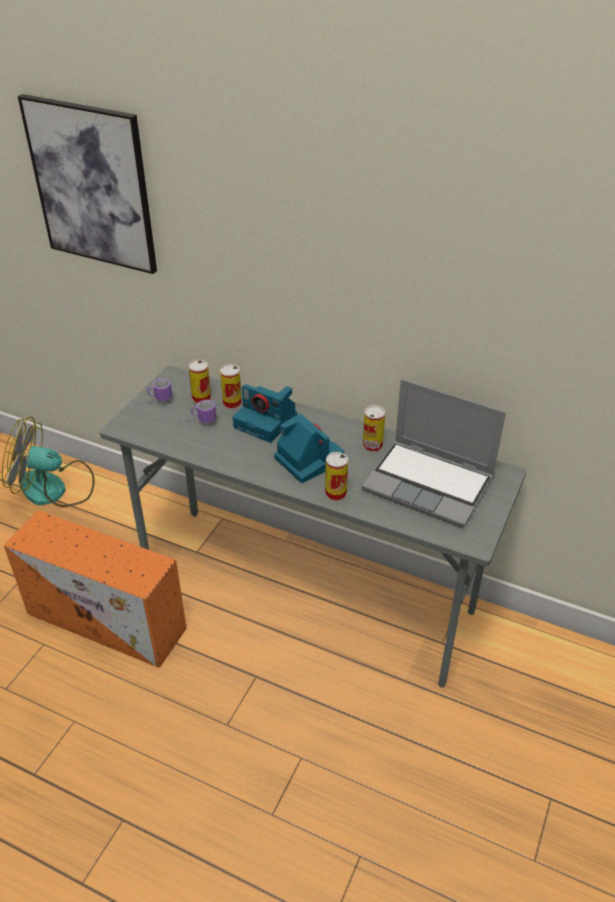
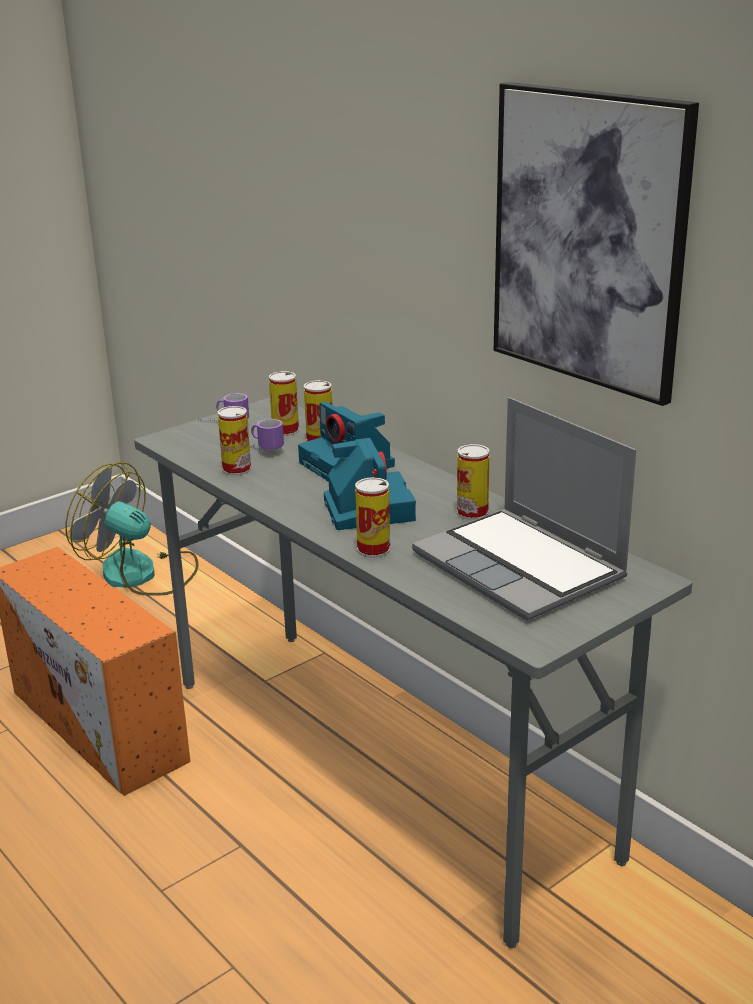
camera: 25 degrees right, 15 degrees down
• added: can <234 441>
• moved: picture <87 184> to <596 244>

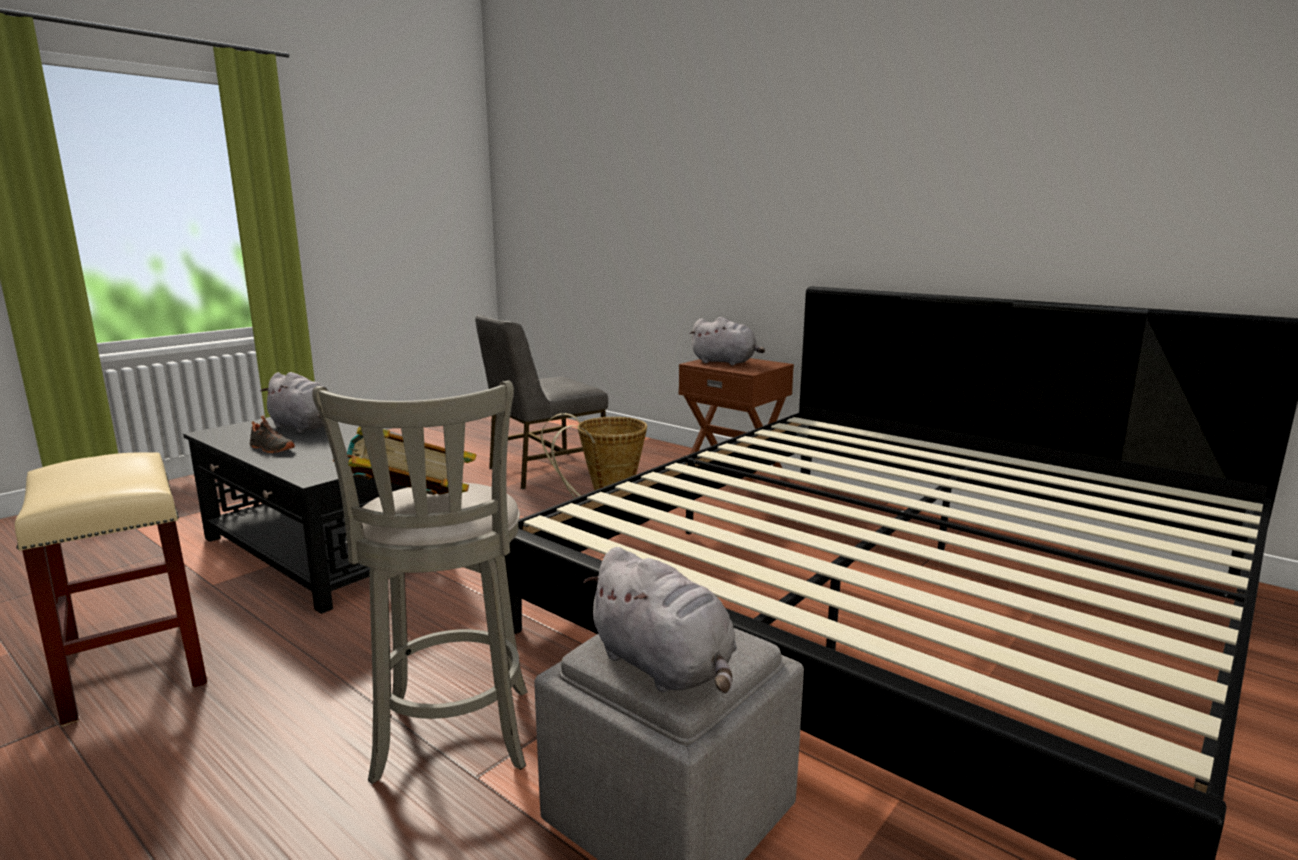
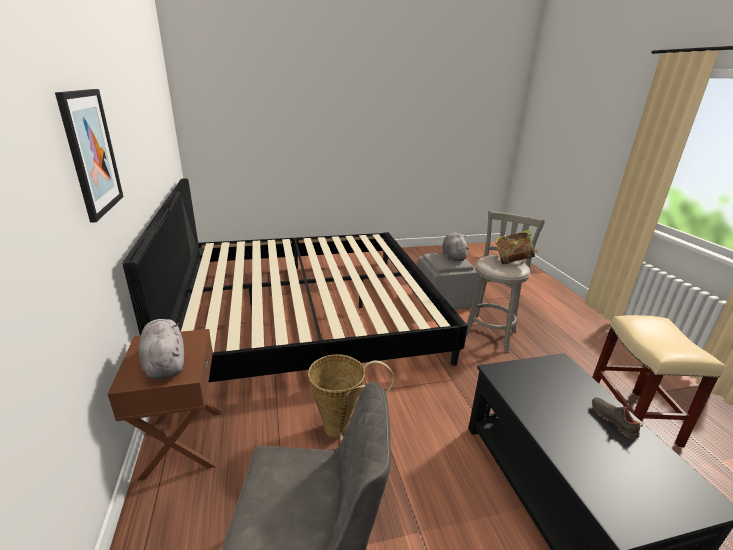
camera: 145 degrees left, 10 degrees up
• added: picture <89 156>
• removed: grey plush toy <294 402>

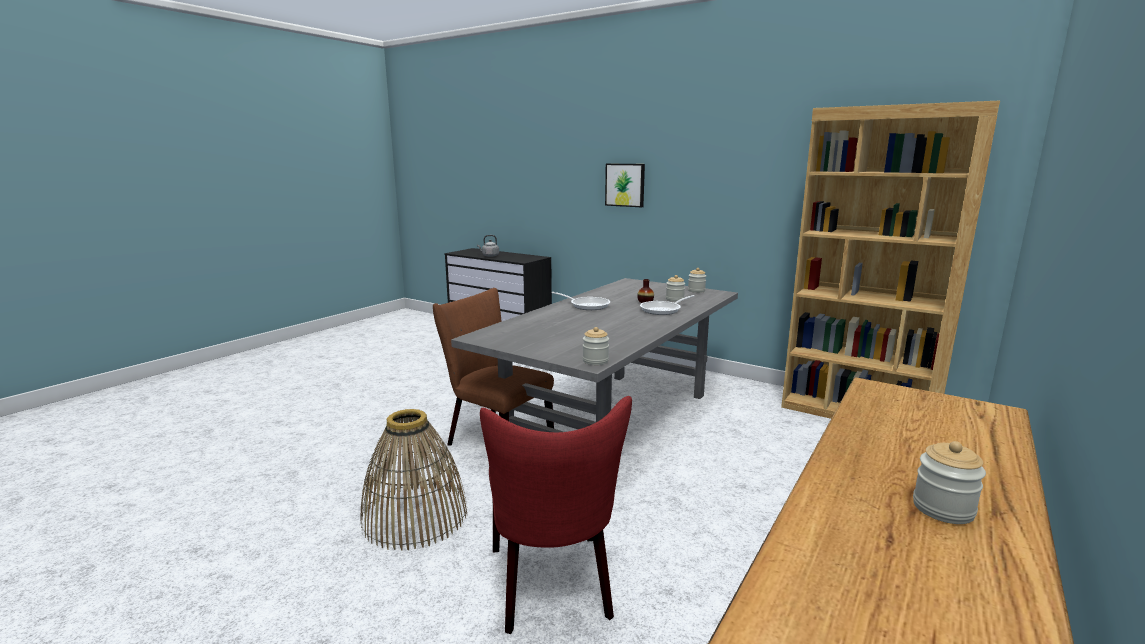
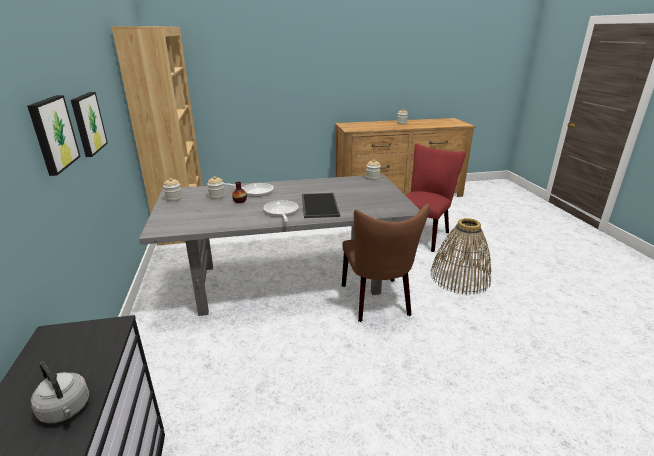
camera: 135 degrees left, 10 degrees up
• added: picture <89 124>
• added: tray <321 205>

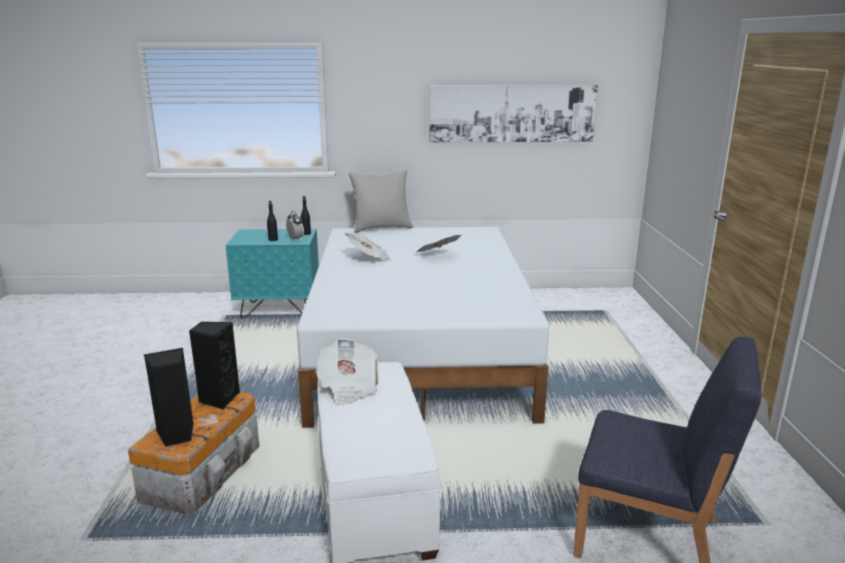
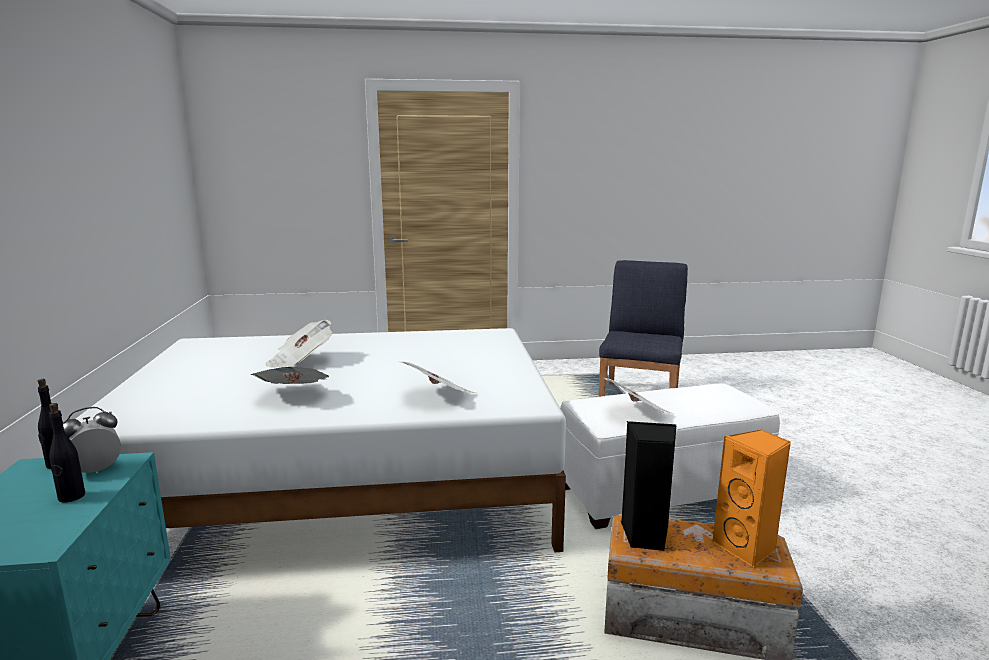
camera: 95 degrees left, 5 degrees down
• added: newspaper <439 377>
• recoloured: black speaker <169 397> to orange speaker <751 499>
• removed: grey pillow <381 201>
• removed: picture <513 113>

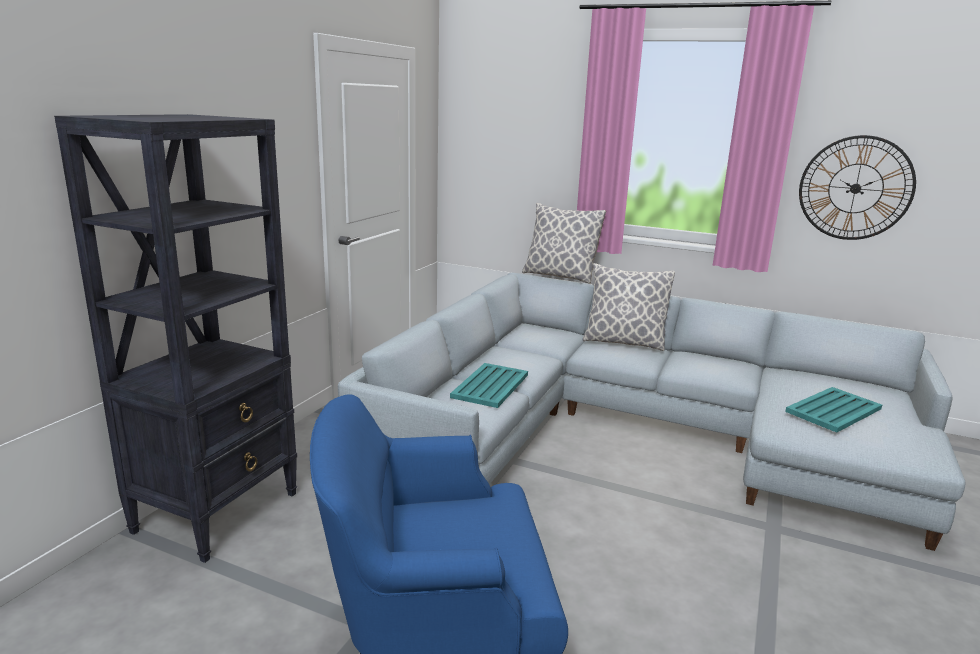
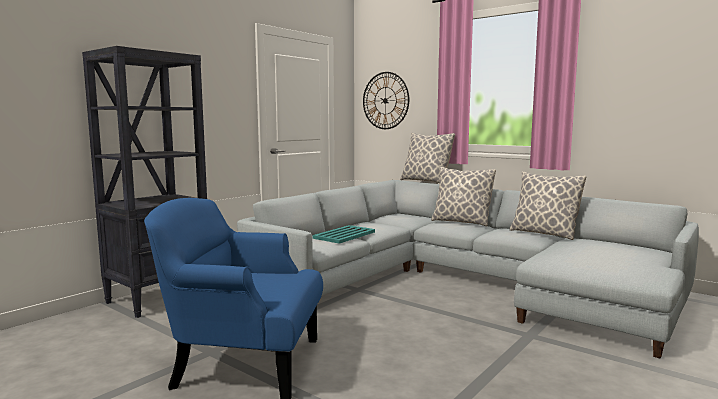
camera: 15 degrees right, 10 degrees down
• moved: wall clock <857 187> to <386 100>
• added: pillow <547 205>
• removed: turquoise tray <833 410>

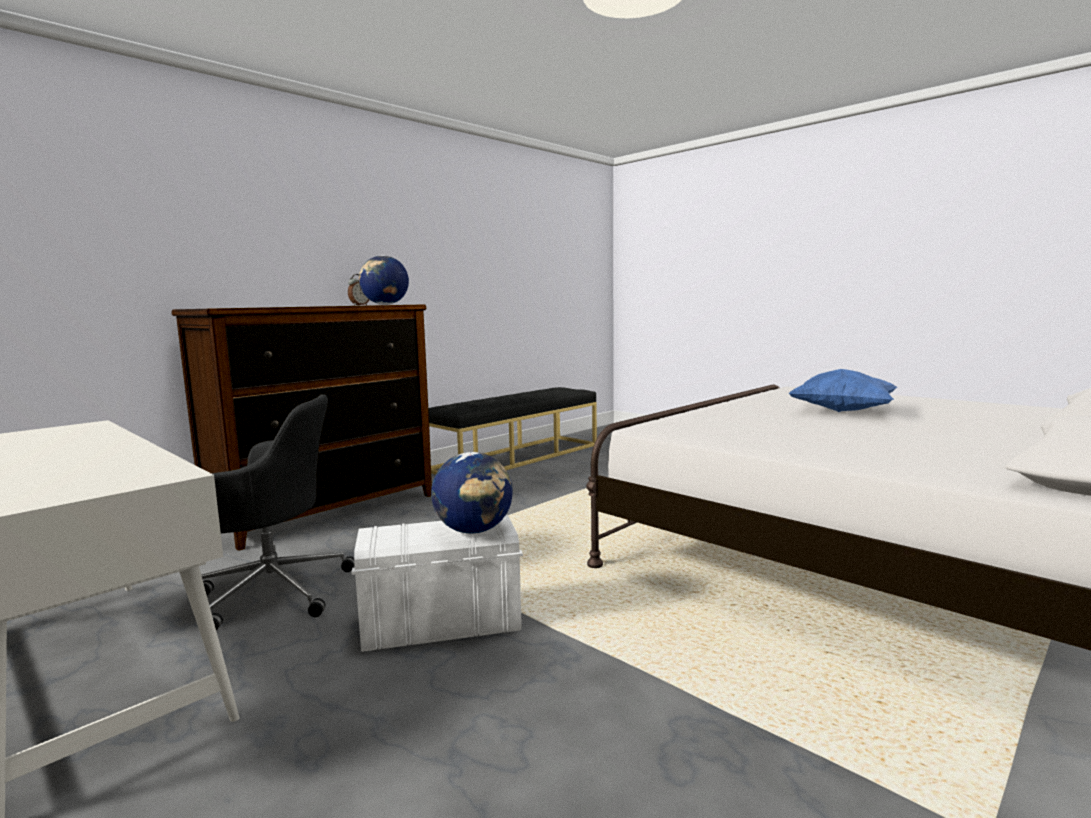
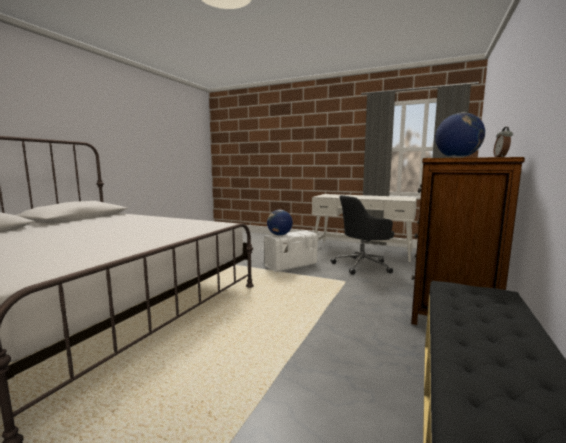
camera: 160 degrees right, 0 degrees up
• removed: blue pillow <843 390>

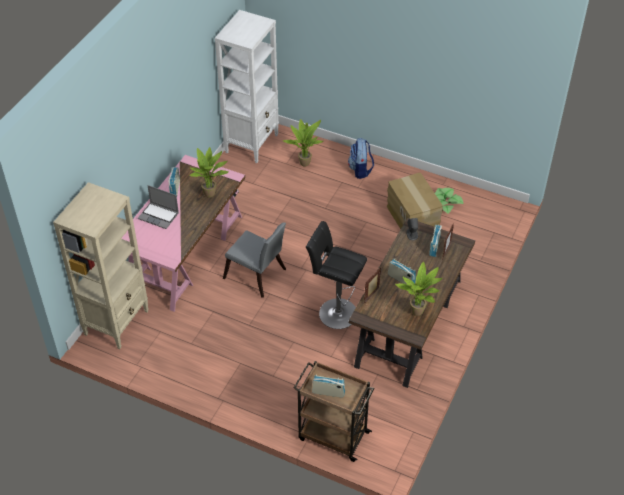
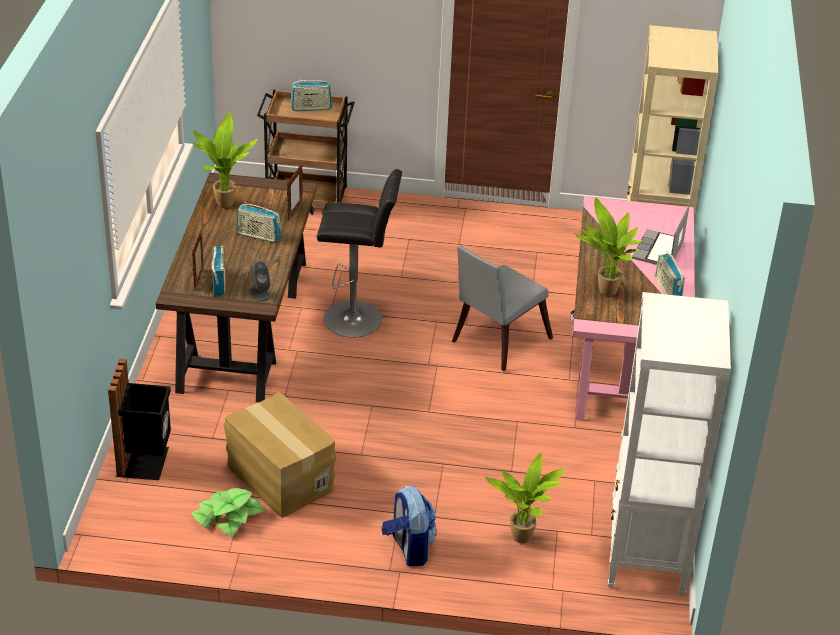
camera: 160 degrees right, 10 degrees down
• added: black trash can <139 419>
• turned: grey chair <254 260> = <502 308> 60 degrees counterclockwise
• turned: laptop <158 207> = <660 235> 75 degrees counterclockwise

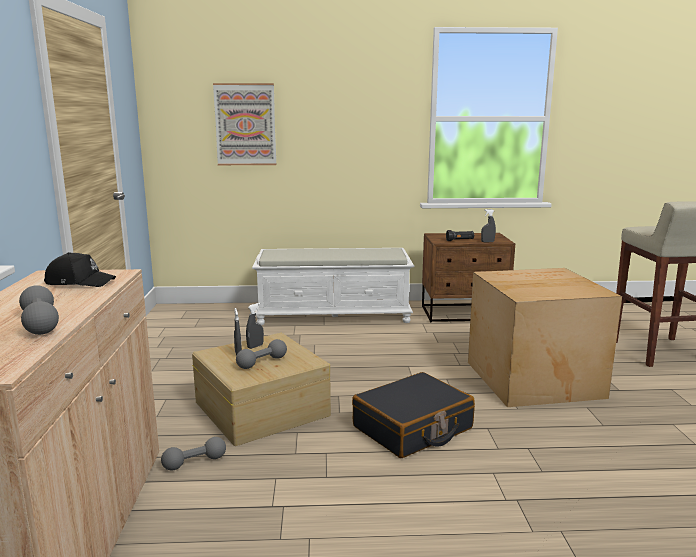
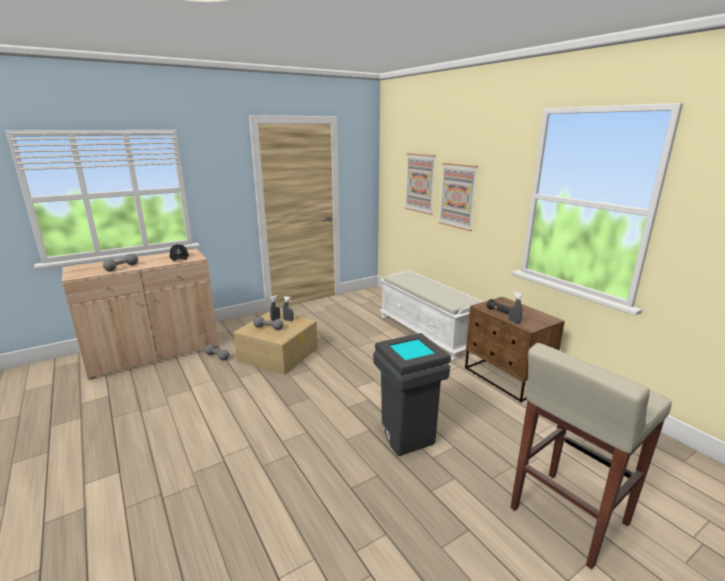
camera: 60 degrees right, 5 degrees up
• replaced: cardboard box <545 337> to grey trash can <412 394>
• added: picture <458 197>
• removed: black suitcase <413 415>

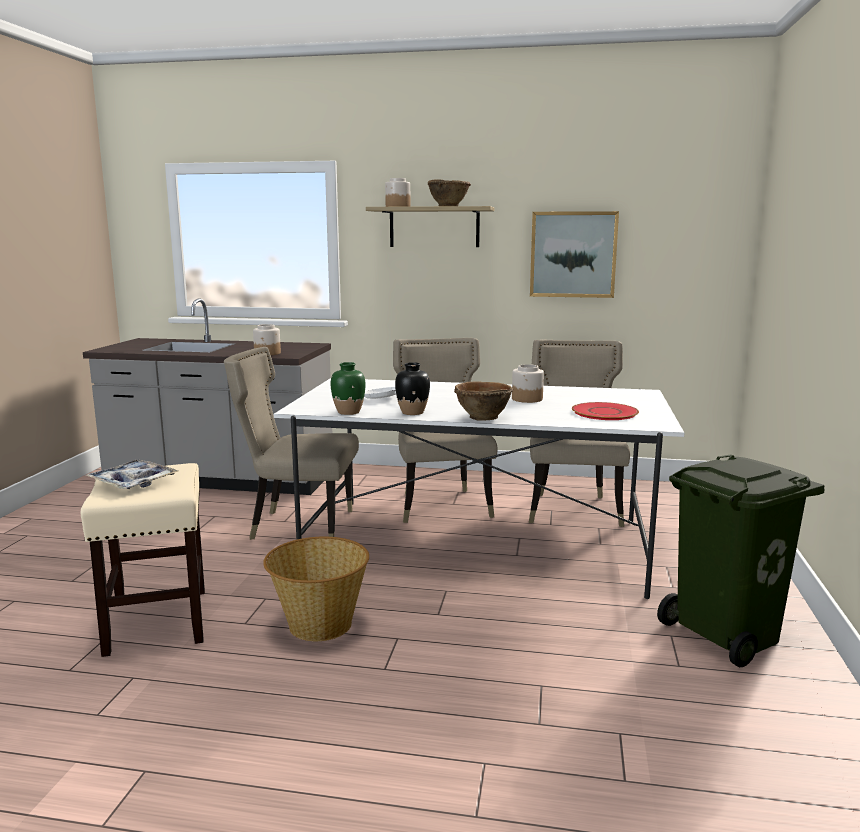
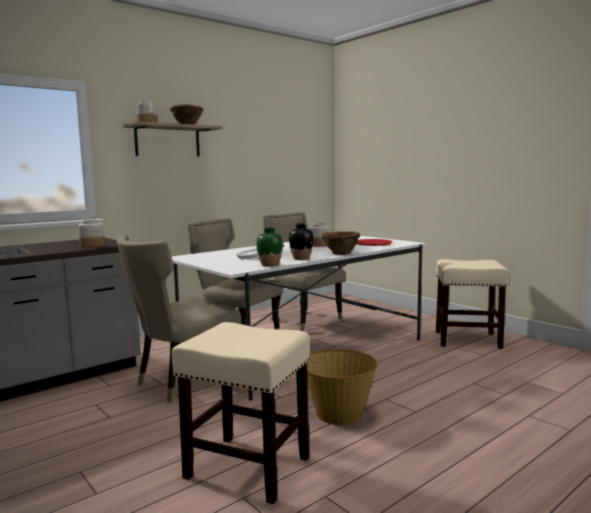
camera: 50 degrees left, 5 degrees down
• replaced: green trash can <741 561> to beige stool <472 304>
• removed: tray <131 474>
• removed: picture <574 254>

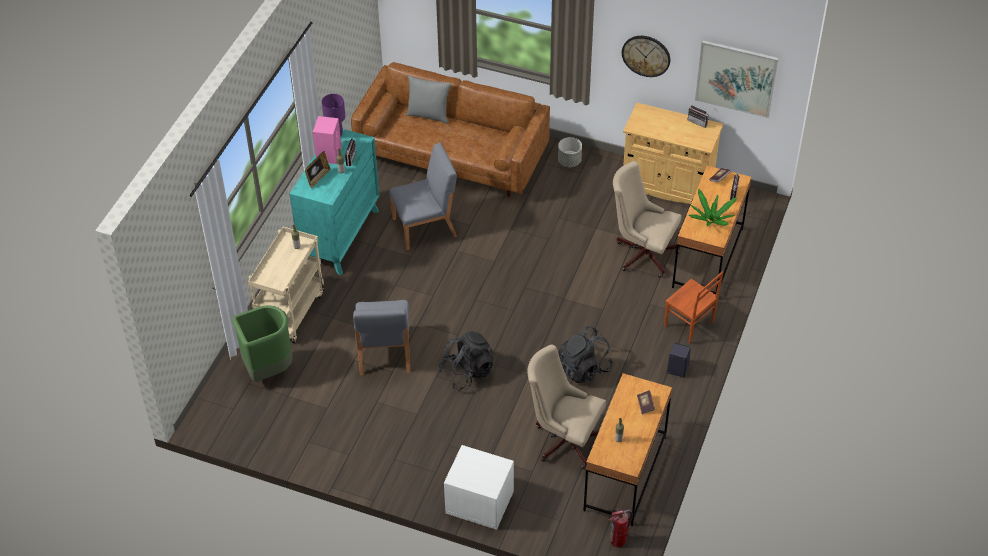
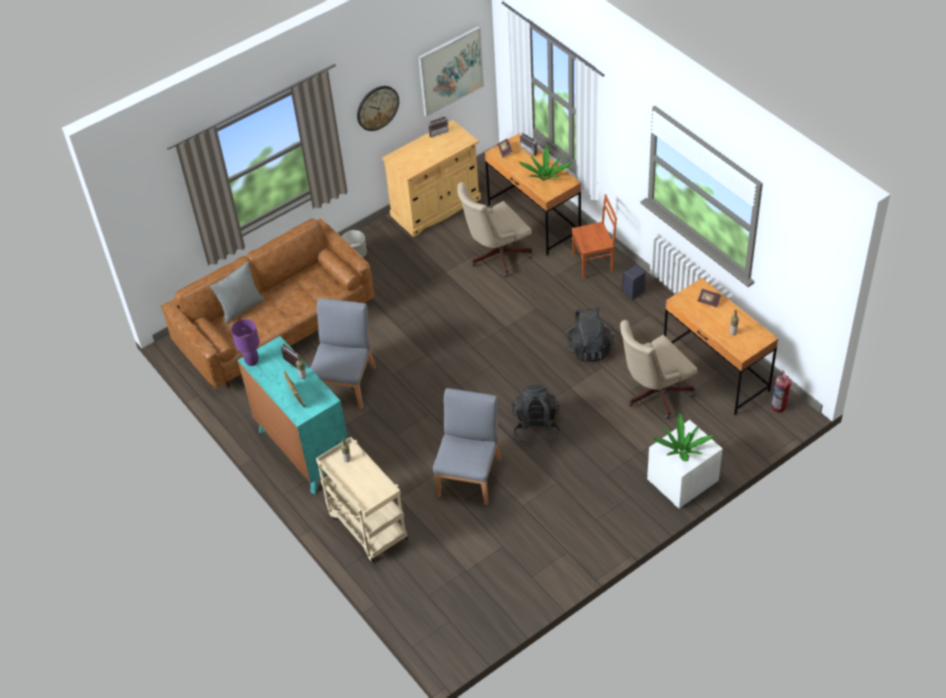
camera: 55 degrees left, 0 degrees up
• turned: grey chair <382 337> = <467 446> 105 degrees counterclockwise
• added: potted plant <683 437>
• removed: green trash can <262 343>
• removed: pink speaker <327 140>

